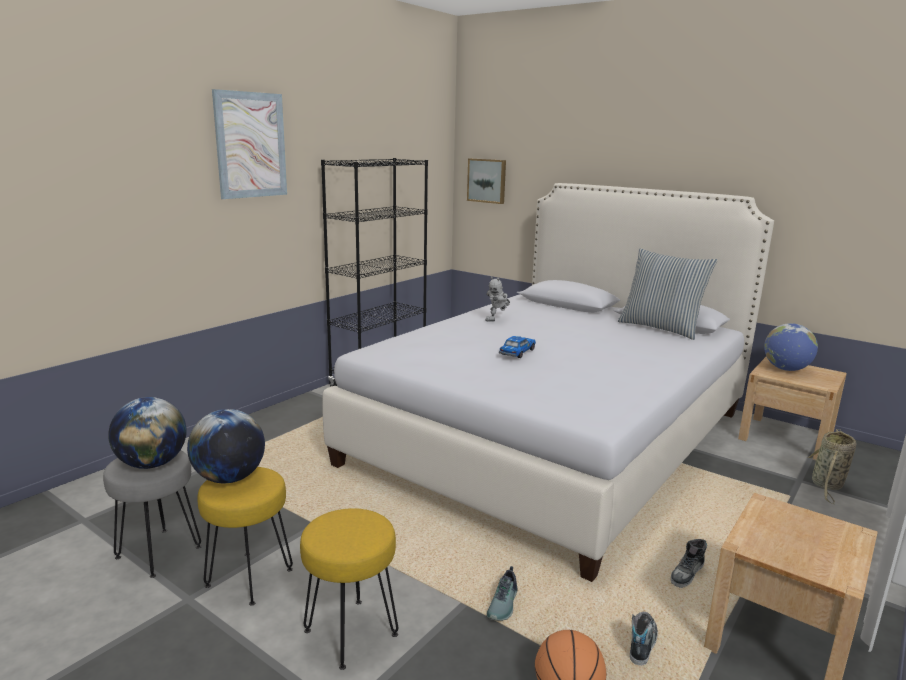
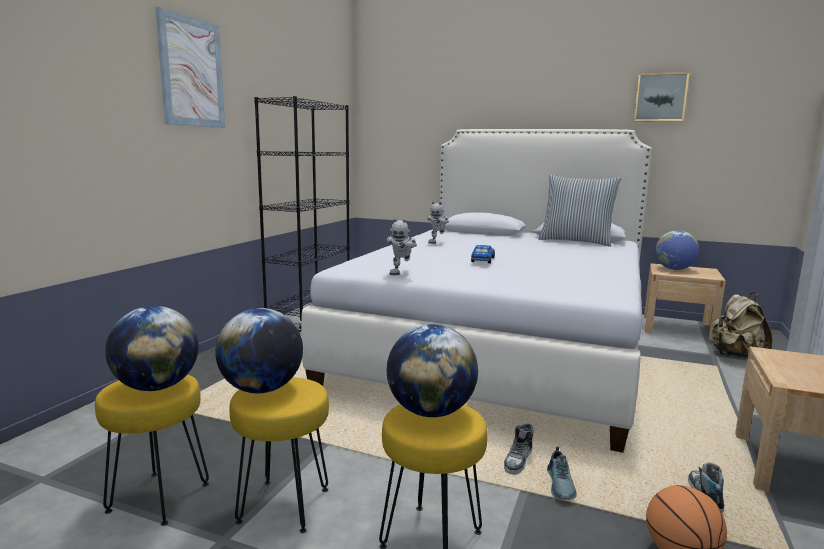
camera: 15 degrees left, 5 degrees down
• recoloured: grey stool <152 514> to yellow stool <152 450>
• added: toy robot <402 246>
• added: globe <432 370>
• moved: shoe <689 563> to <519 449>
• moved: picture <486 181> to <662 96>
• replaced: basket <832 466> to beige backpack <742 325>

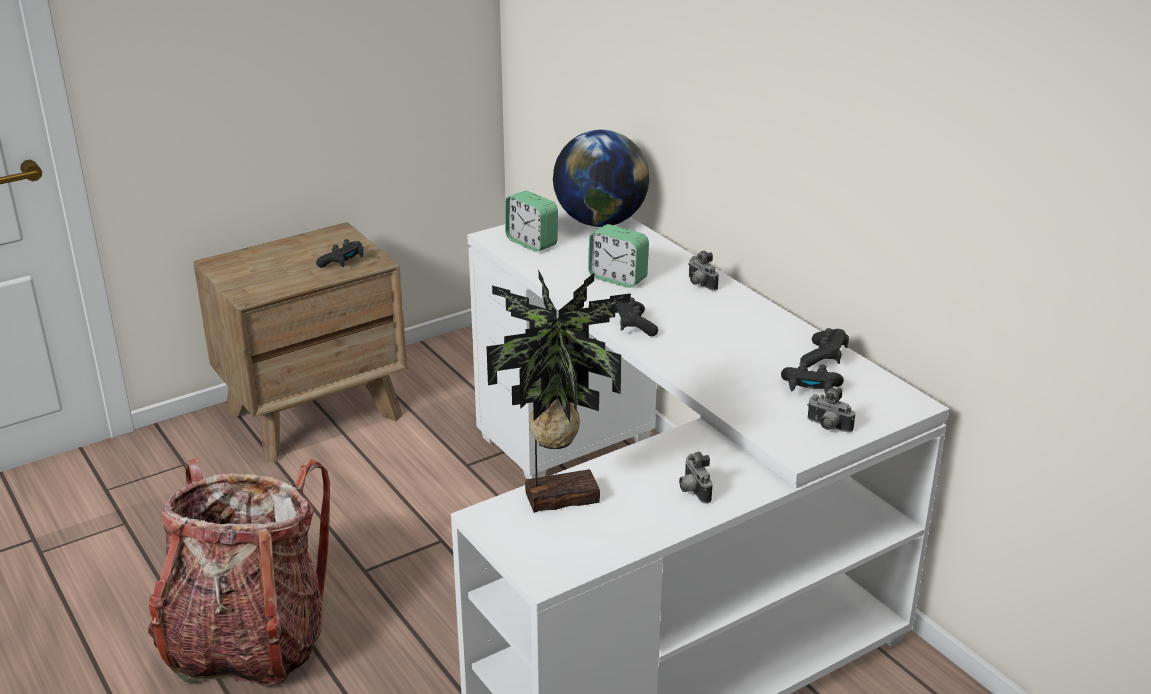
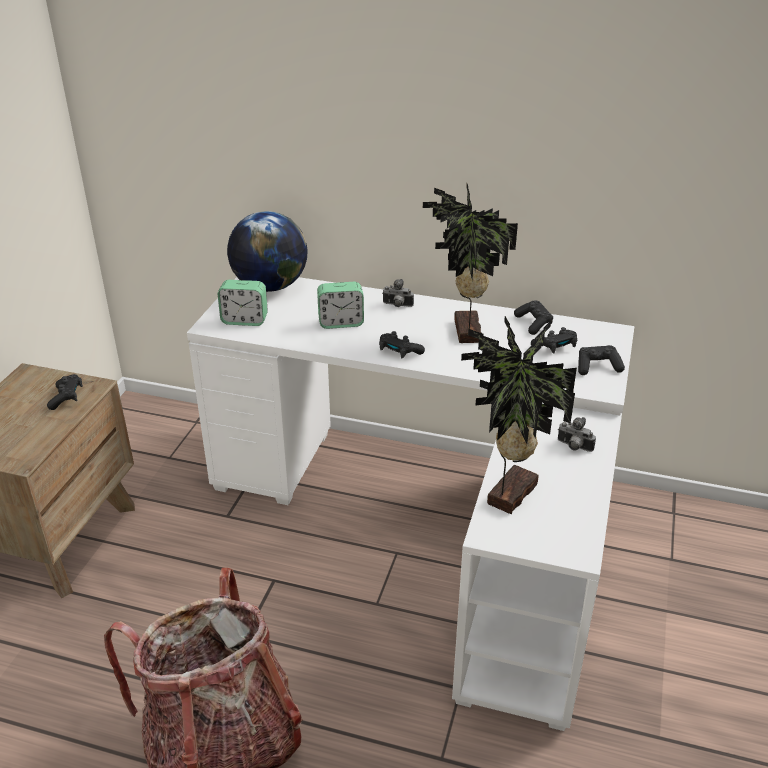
camera: 40 degrees left, 5 degrees up
• added: potted plant <470 263>
• replaced: photo camera <831 410> to black game controller <601 360>

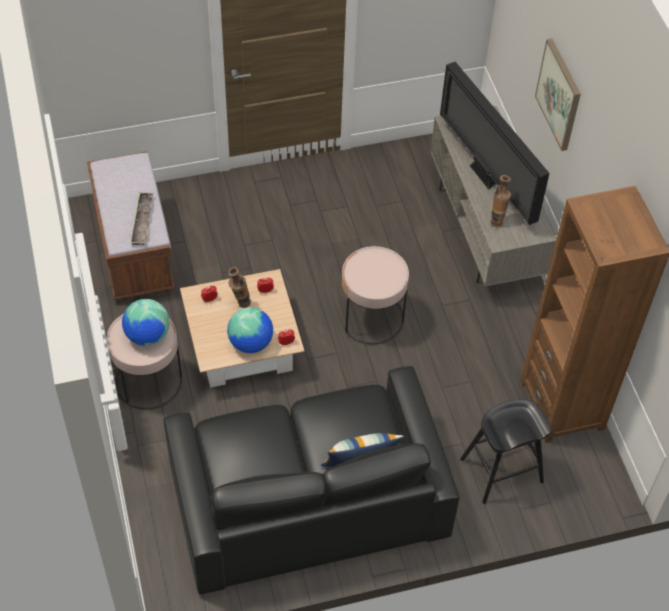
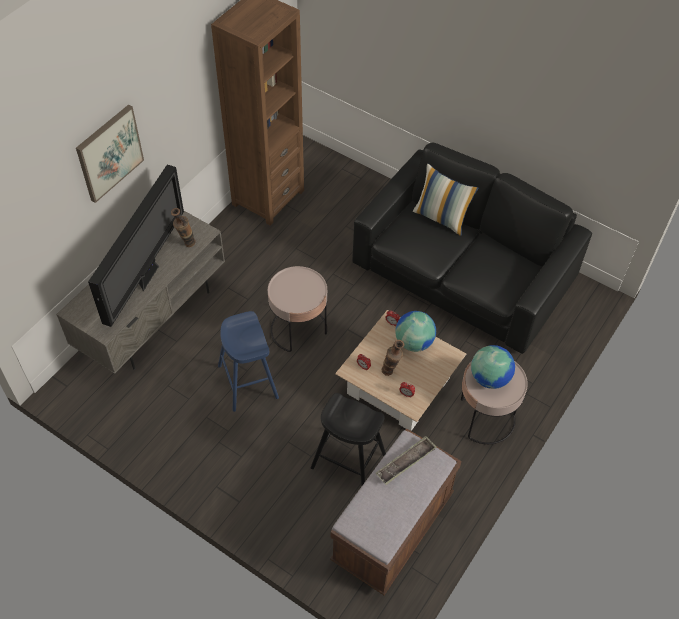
camera: 130 degrees left, 0 degrees up
• added: blue stool <248 361>
• moved: black stool <506 452> to <348 440>

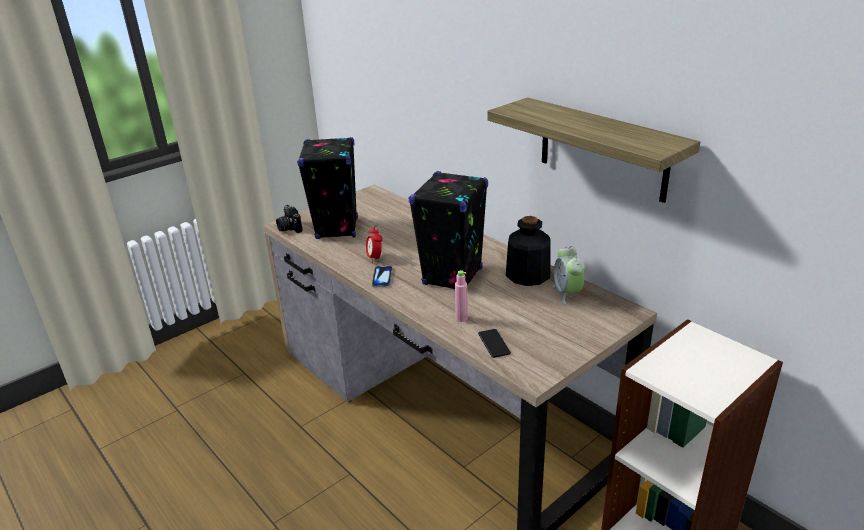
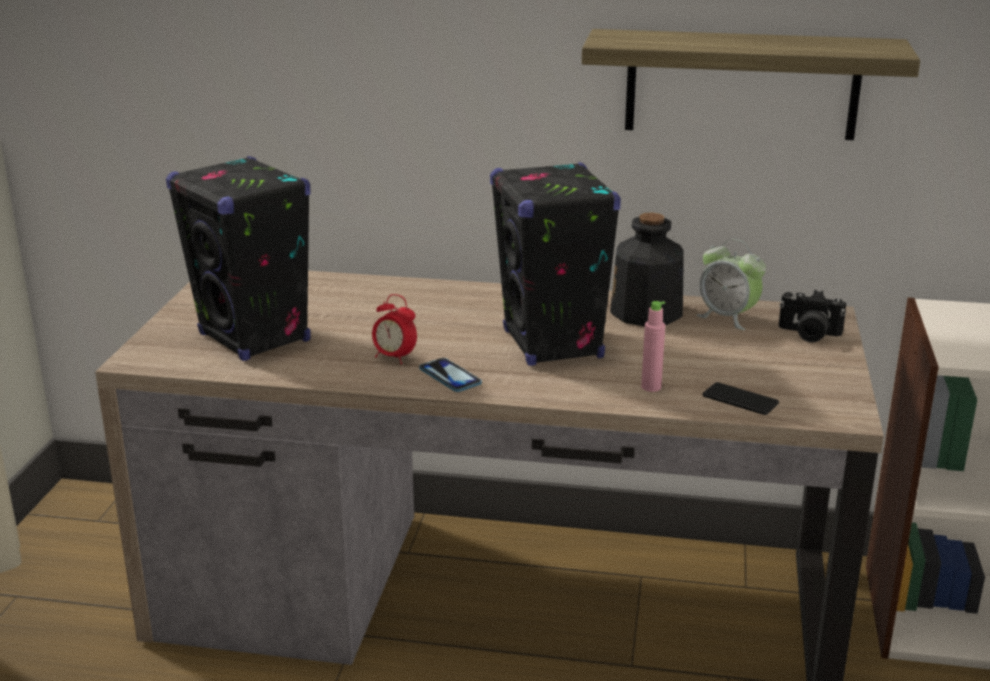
camera: 40 degrees left, 5 degrees down
• moved: photo camera <289 219> to <812 316>

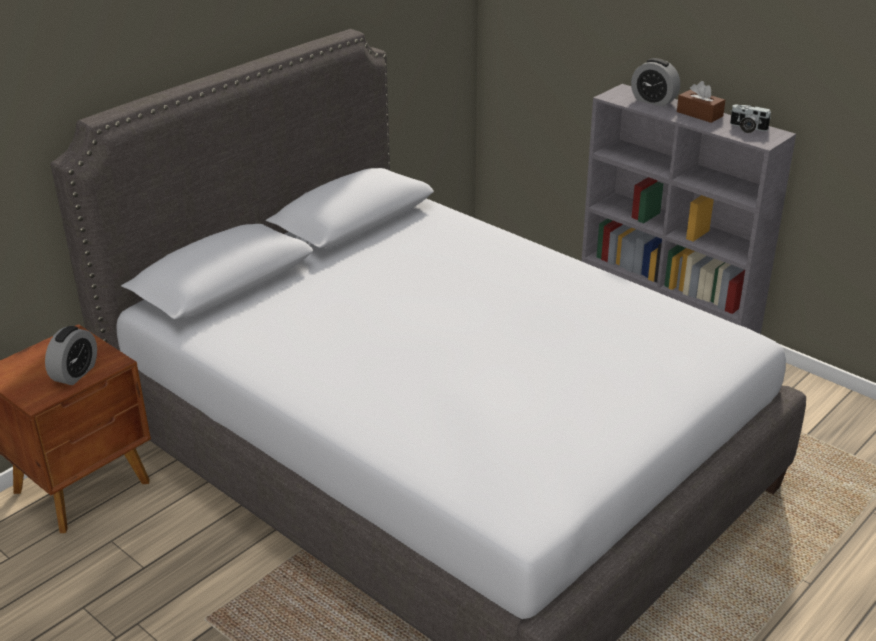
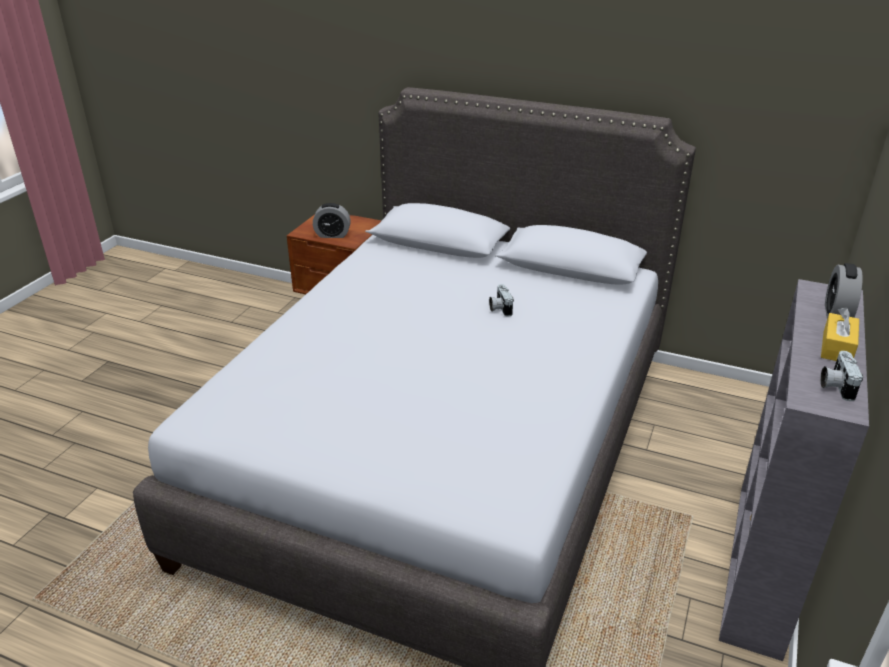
camera: 70 degrees right, 0 degrees up
• added: photo camera <501 300>
• recoloured: brown tissue box <701 102> to yellow tissue box <840 334>

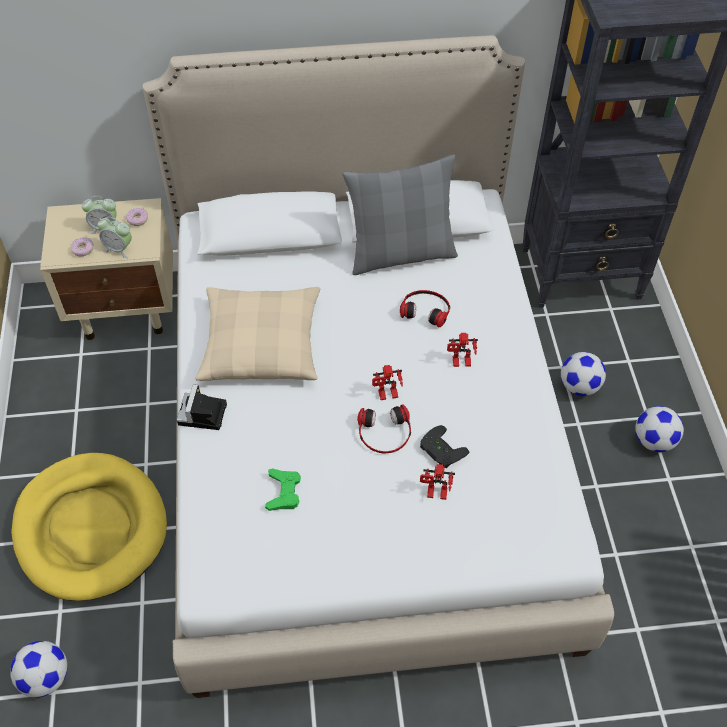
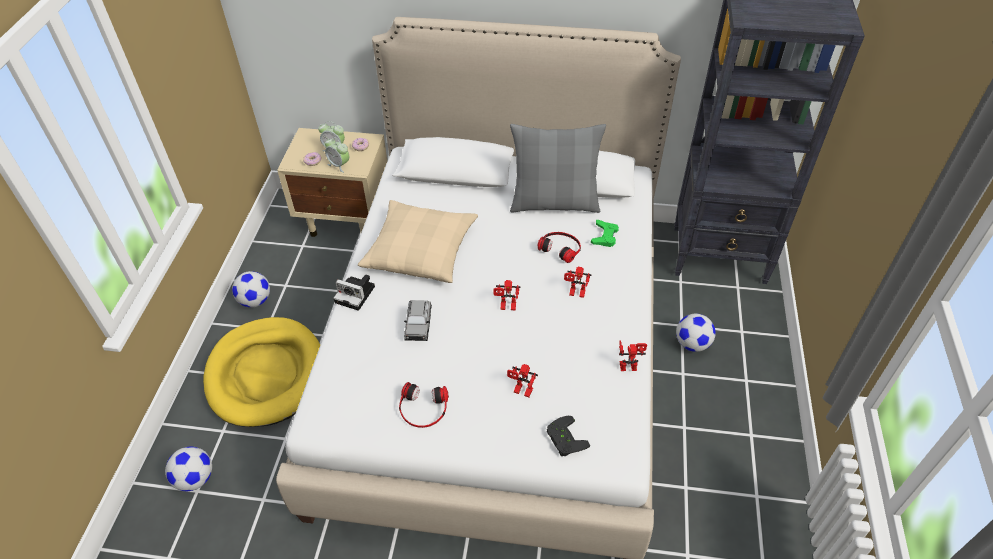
camera: 15 degrees right, 5 degrees down
• moved: football <659 429> to <251 289>
• turned: photo camera <202 407> = <354 293> 90 degrees counterclockwise
• moved: headphones <384 428> to <424 405>
• added: grey toy car <418 320>
• moved: black game controller <444 446> to <568 436>
• moved: green game controller <283 489> to <605 233>
• added: toy robot <633 356>

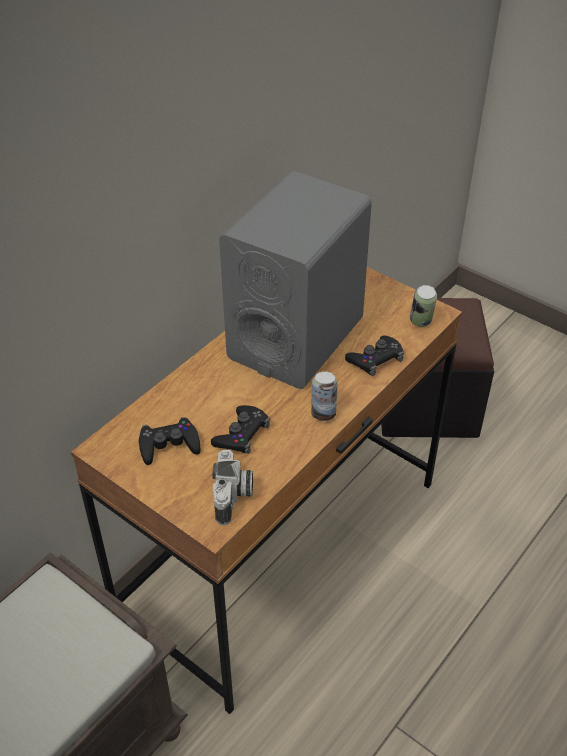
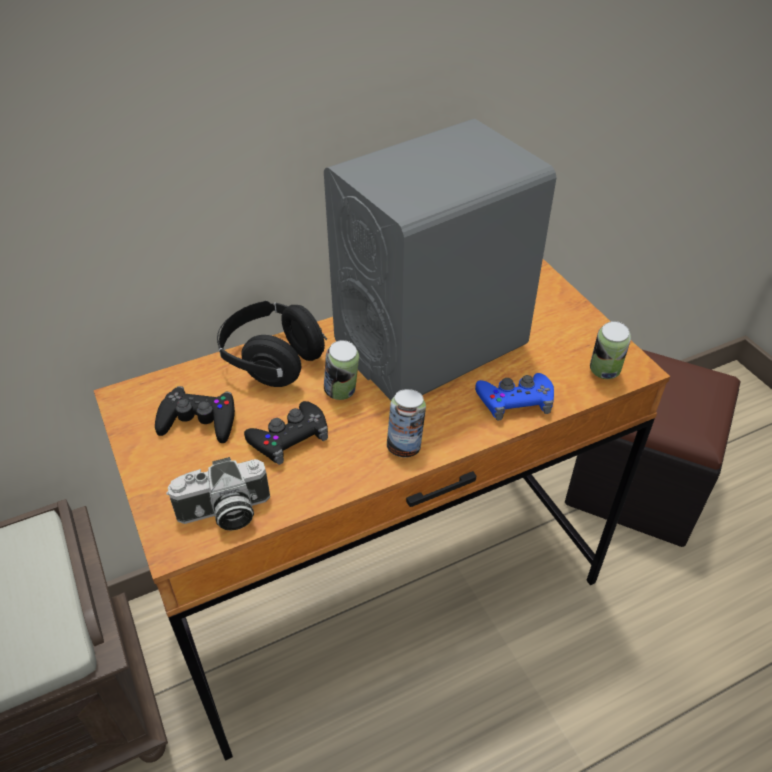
camera: 25 degrees right, 0 degrees up
• turned: photo camera <232 487> = <218 494> 45 degrees clockwise
• added: black headphones <272 344>
• added: can <341 370>
• recoloured: black game controller <374 355> to blue game controller <514 396>

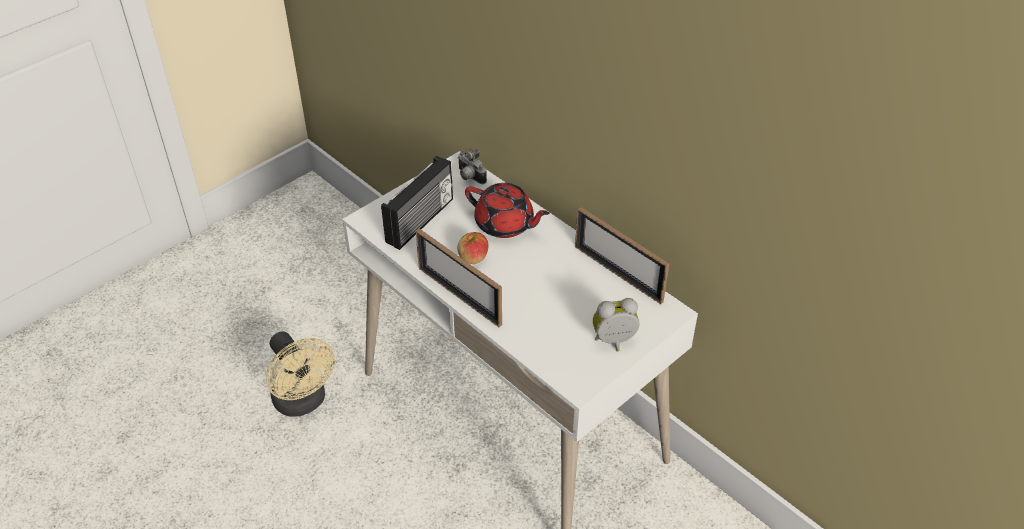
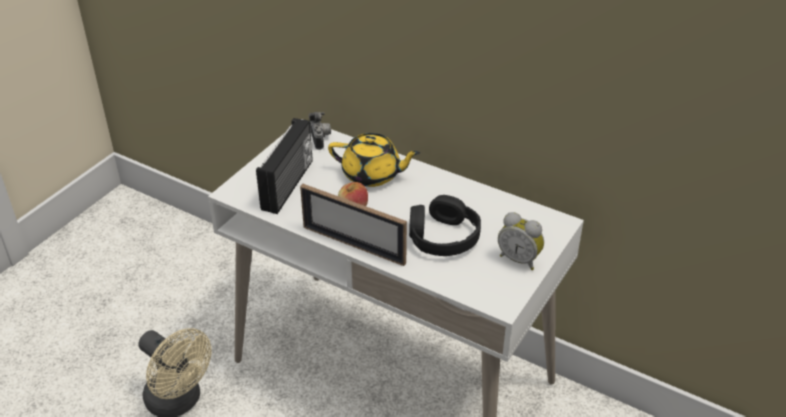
camera: 15 degrees left, 5 degrees down
• turned: photo camera <472 166> = <320 131> 135 degrees counterclockwise
• recoloured: red teapot <507 210> to yellow teapot <374 160>
• added: black headphones <445 225>
• turned: alarm clock <616 325> = <521 241> 120 degrees counterclockwise
• removed: picture frame <622 255>

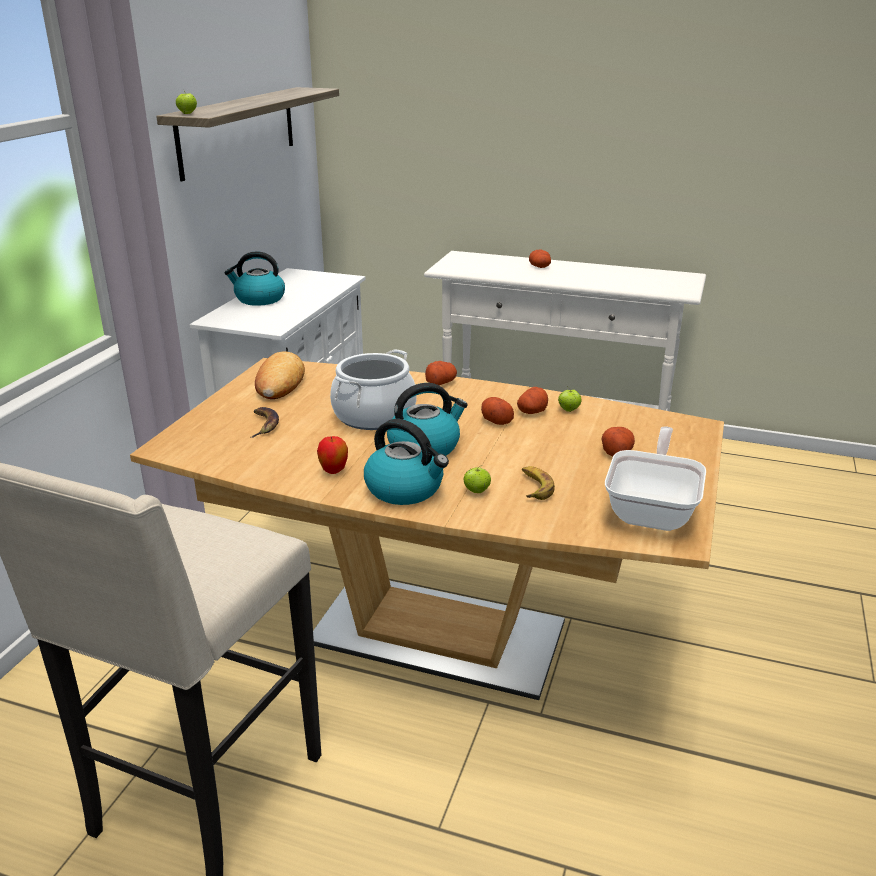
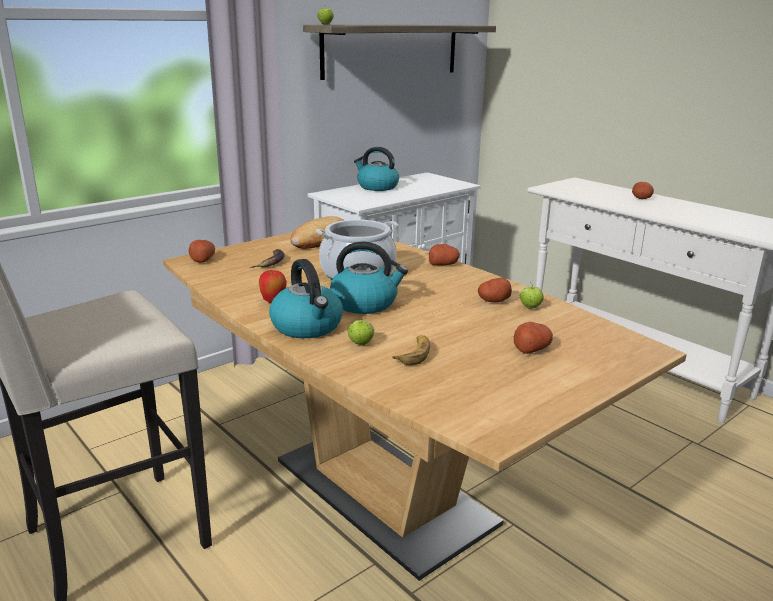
camera: 30 degrees right, 5 degrees down
• moved: potato <497 411> to <202 251>
• removed: frying pan <655 478>

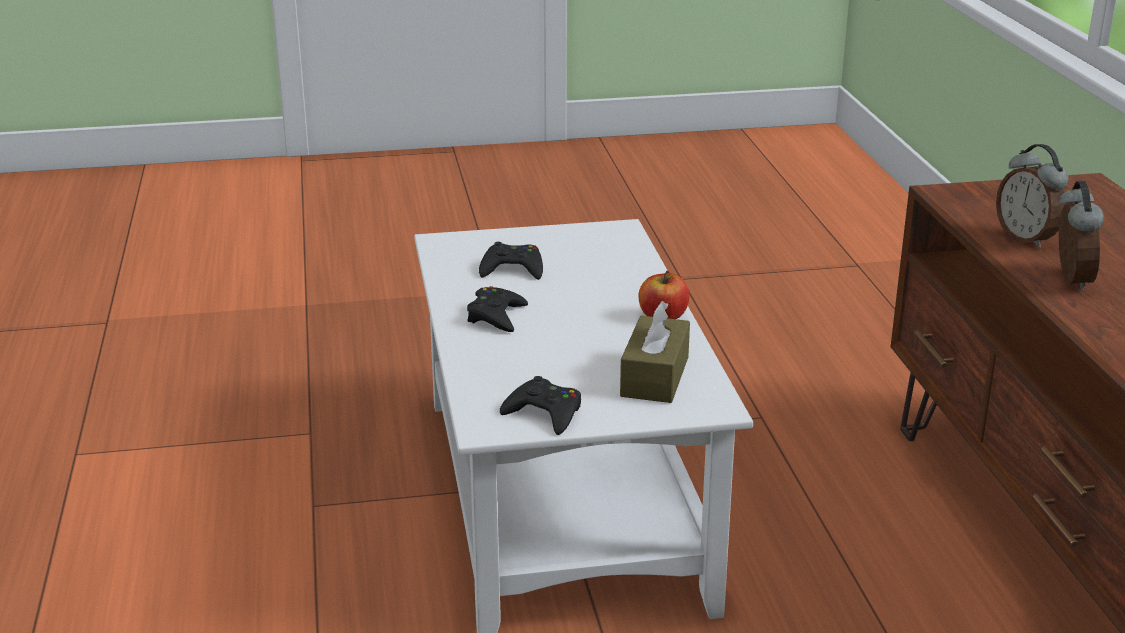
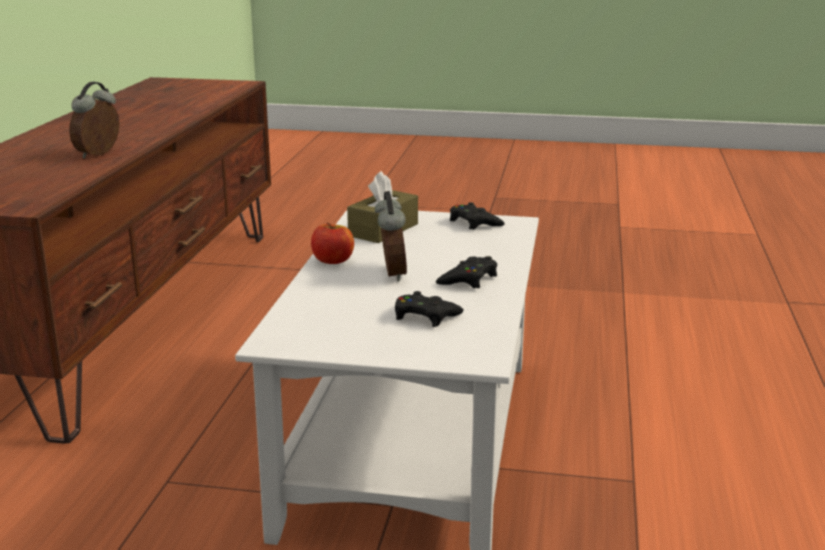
camera: 160 degrees left, 5 degrees down
• moved: alarm clock <1032 196> to <391 236>

